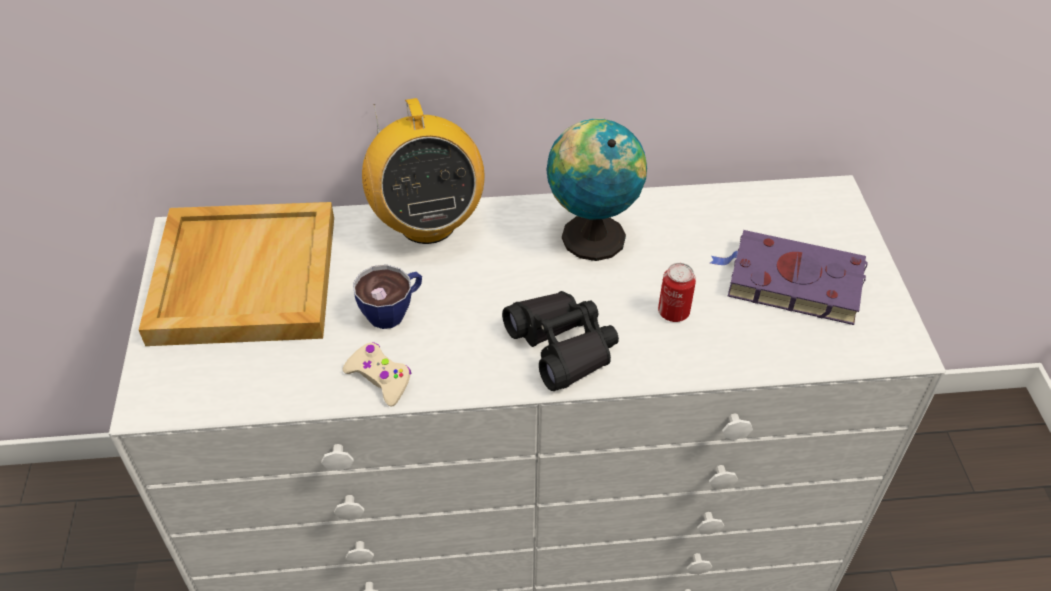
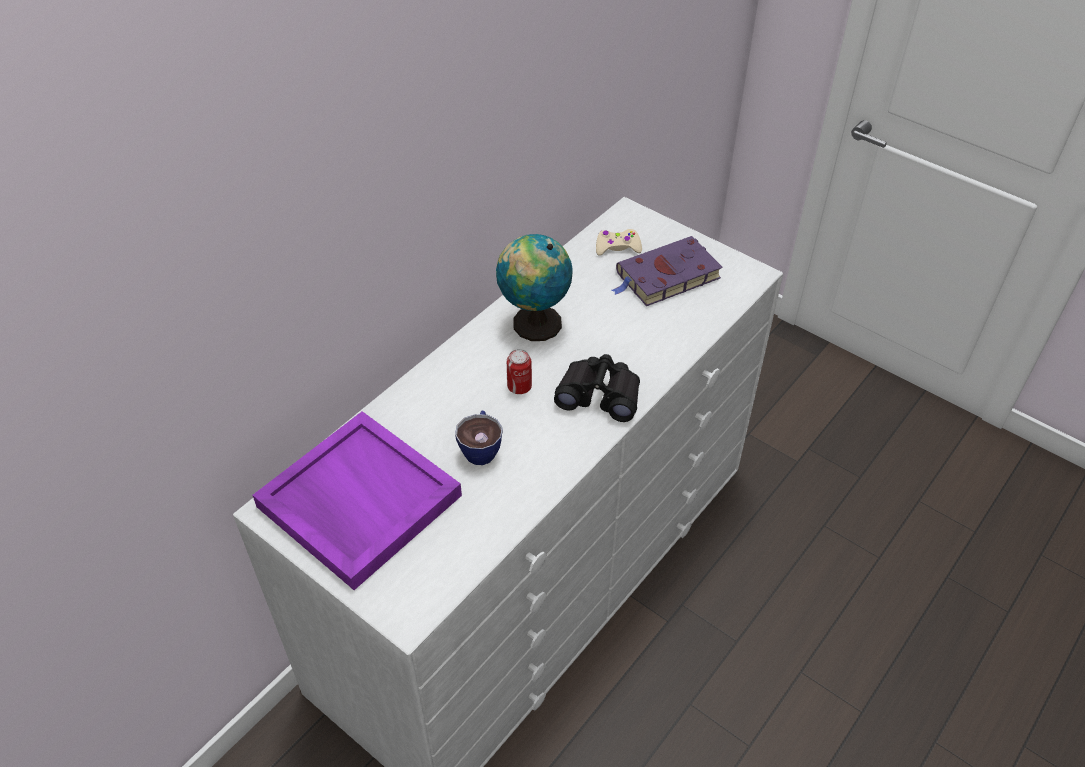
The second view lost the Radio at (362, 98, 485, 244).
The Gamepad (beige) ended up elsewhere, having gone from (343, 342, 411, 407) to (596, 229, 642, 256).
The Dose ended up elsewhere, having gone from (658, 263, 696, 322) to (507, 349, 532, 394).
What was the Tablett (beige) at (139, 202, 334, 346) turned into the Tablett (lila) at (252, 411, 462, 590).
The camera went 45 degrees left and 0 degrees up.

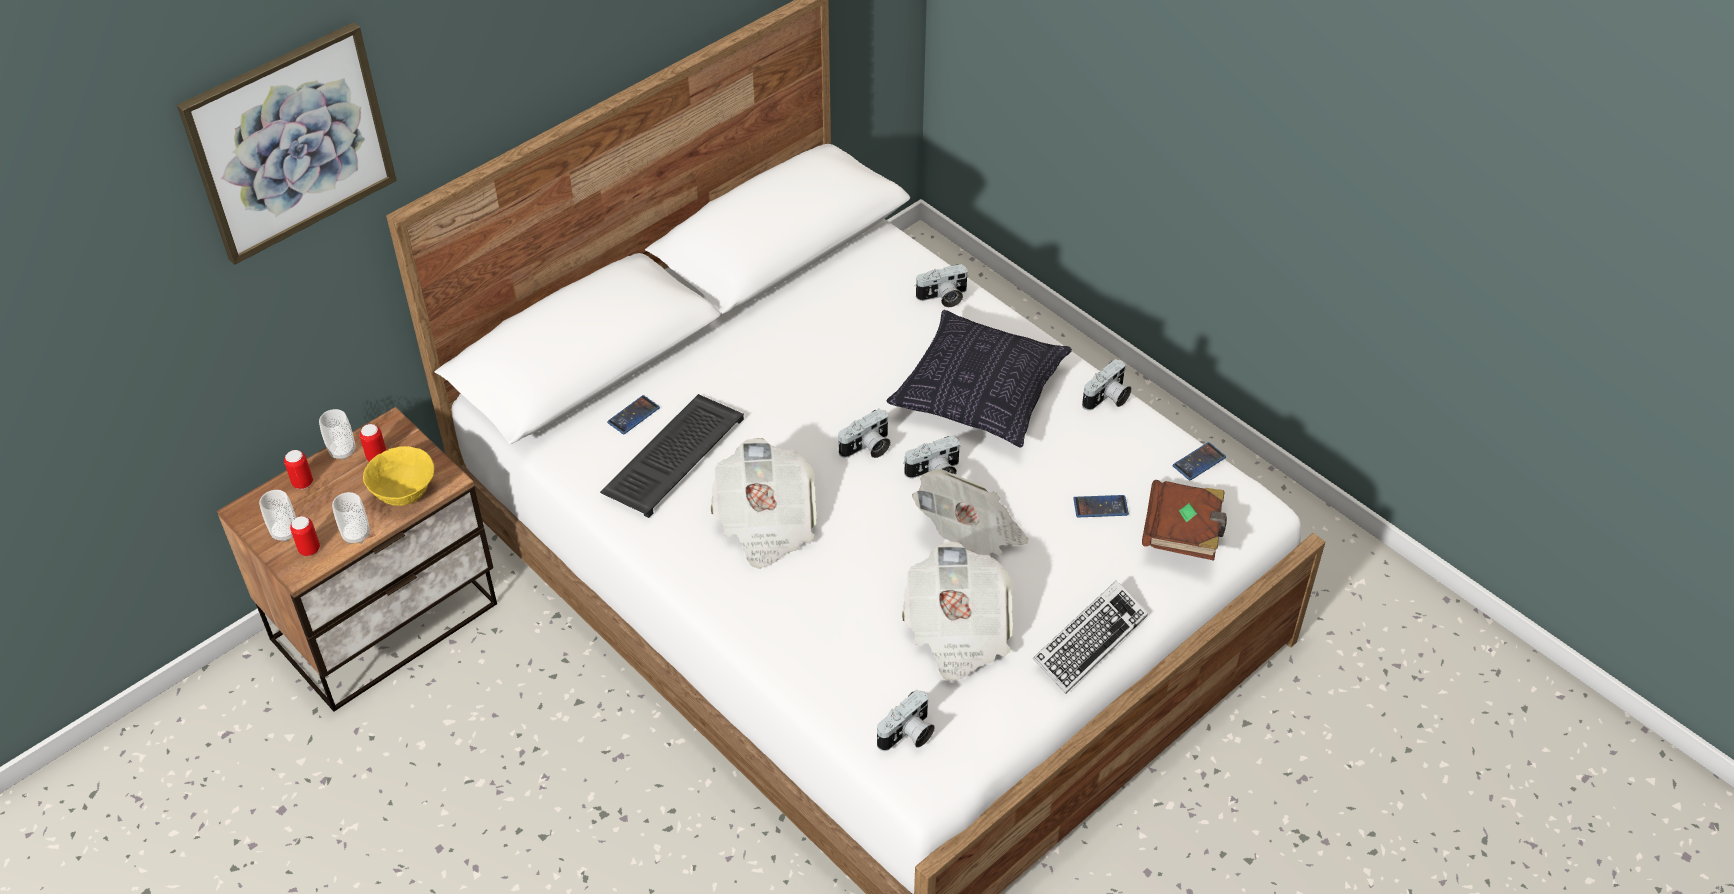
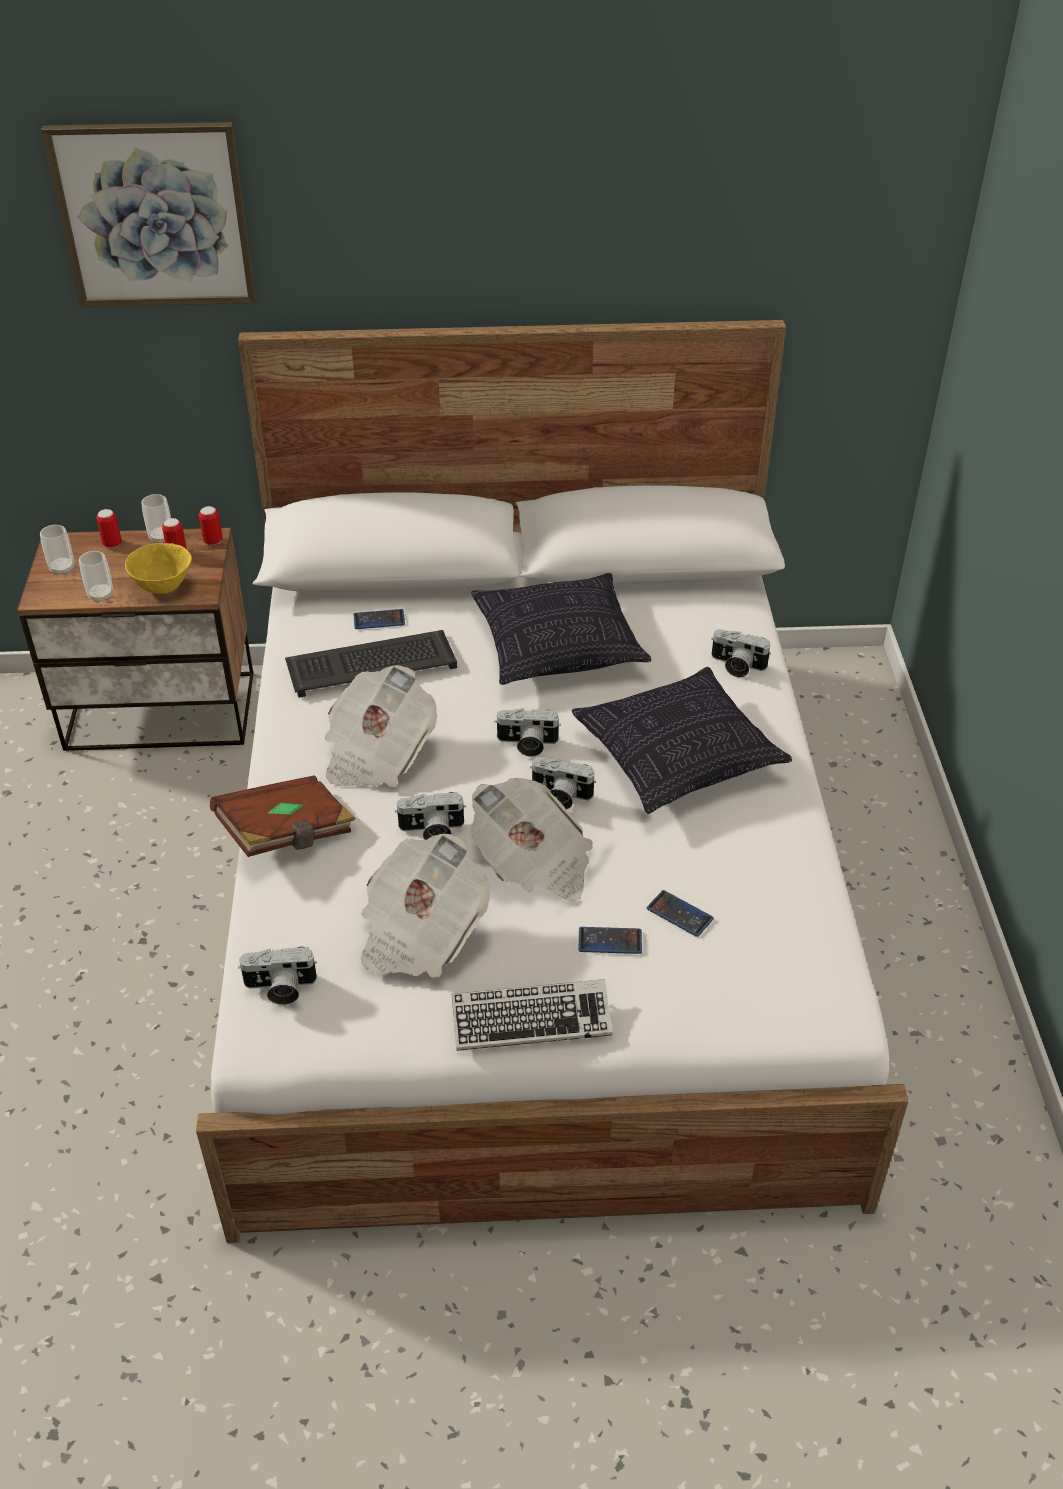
The second view gained the Kissen at (471, 573, 651, 685).
The Dose ended up elsewhere, having gone from (290, 516, 320, 556) to (199, 506, 223, 545).
The Kamera ended up elsewhere, having gone from (1082, 359, 1132, 411) to (395, 792, 466, 840).
The Buch (braun) ended up elsewhere, having gone from (1142, 480, 1227, 561) to (210, 775, 355, 857).
The Handy ended up elsewhere, having gone from (1173, 442, 1226, 480) to (579, 927, 642, 954).
The camera went 40 degrees right and 5 degrees down.

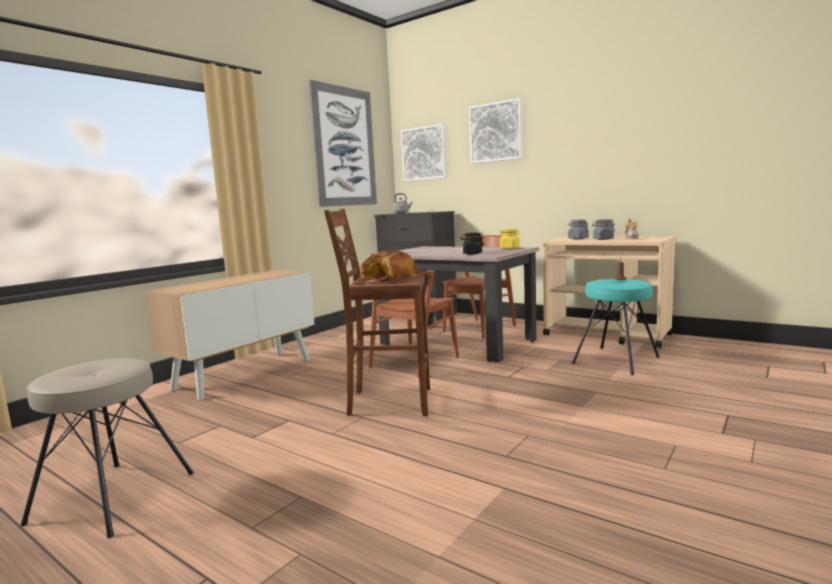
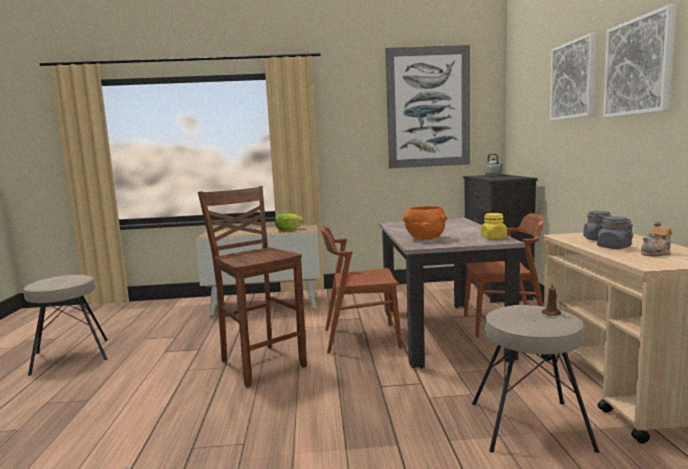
The second view lost the Brot at (360, 251, 416, 282).
The second view gained the Salatkopf at (275, 213, 303, 231).
The Bild ended up elsewhere, having gone from (401, 124, 447, 181) to (603, 4, 676, 118).
Where the Vorratsglas (schwarz) stood at (460, 232, 484, 254), the Schüssel (orange) came to stand at (403, 206, 447, 240).
What was the Hocker (türkis) at (572, 279, 660, 375) turned into the Hocker (beige) at (472, 305, 599, 453).
The camera went 50 degrees right and 0 degrees up.

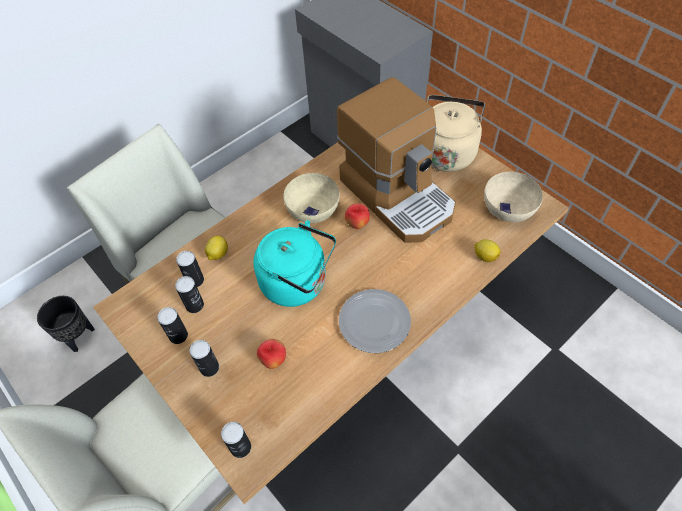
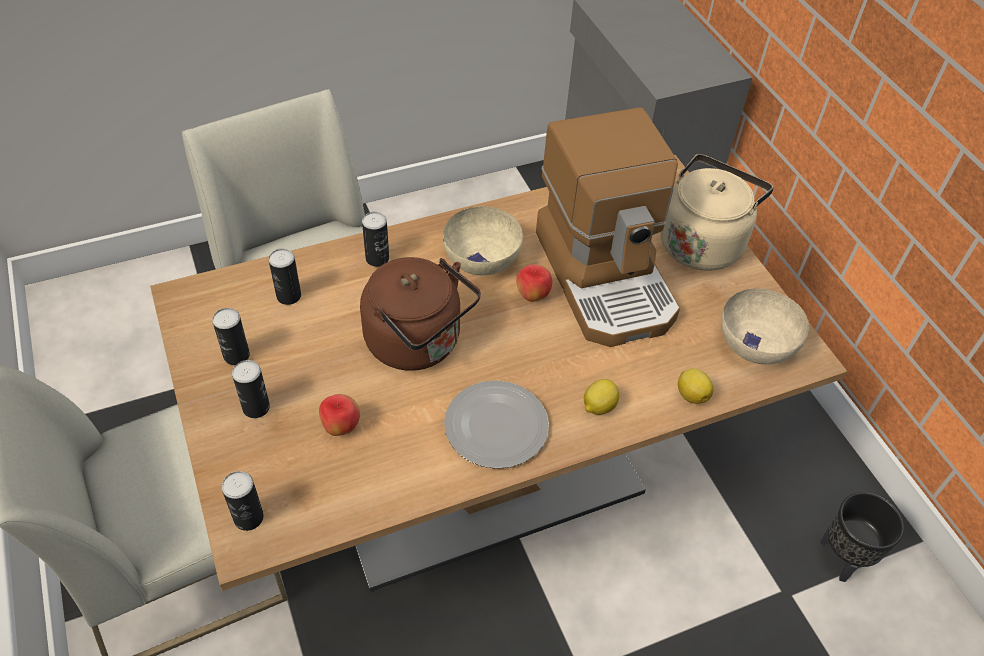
The Pflanzkübel (schwarz) ended up elsewhere, having gone from (37, 296, 95, 352) to (820, 492, 904, 582).
The Dose ended up elsewhere, having gone from (175, 276, 204, 313) to (362, 212, 389, 267).
The Zitrone ended up elsewhere, having gone from (205, 236, 228, 260) to (584, 379, 619, 415).
What was the Wasserkessel (türkis) at (253, 220, 336, 307) turned into the Wasserkessel (braun) at (360, 257, 481, 371).
The camera went 15 degrees right and 5 degrees down.

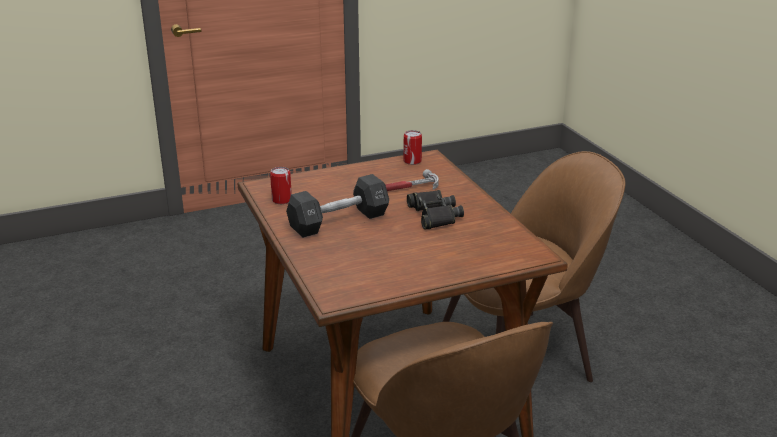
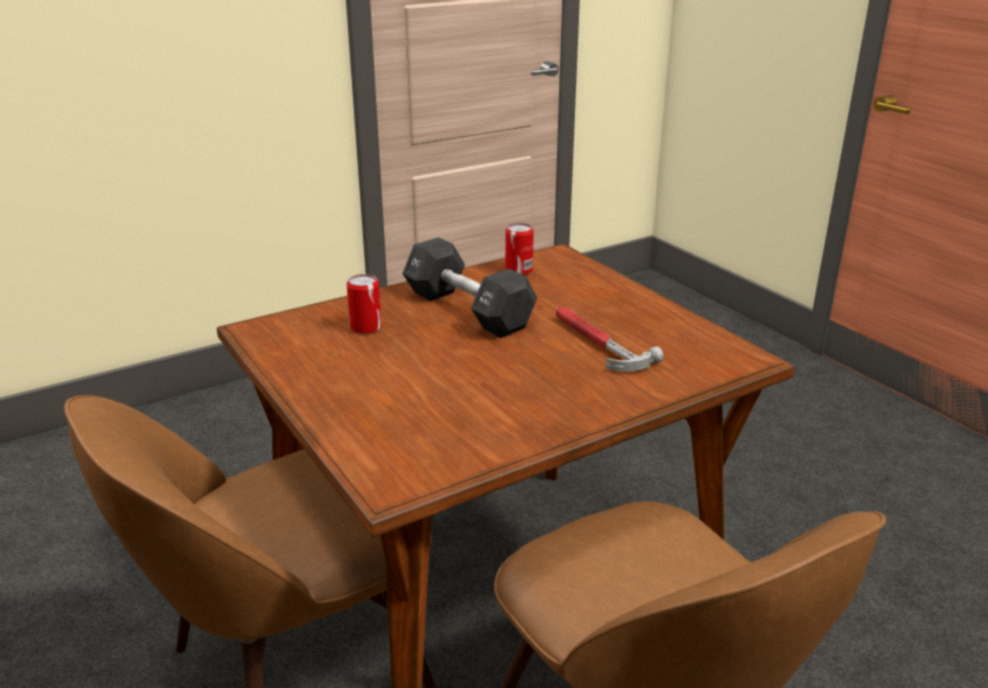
The second view lost the Fernglas (schwarz) at (407, 190, 464, 230).
The Dose ended up elsewhere, having gone from (403, 130, 422, 165) to (347, 274, 382, 334).
The camera went 80 degrees right and 0 degrees up.

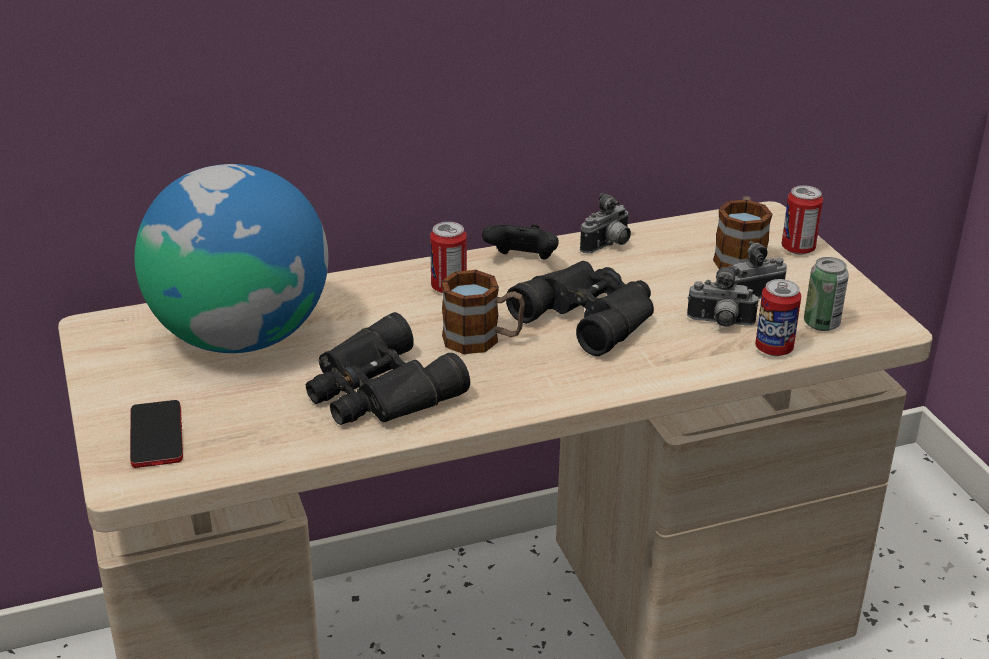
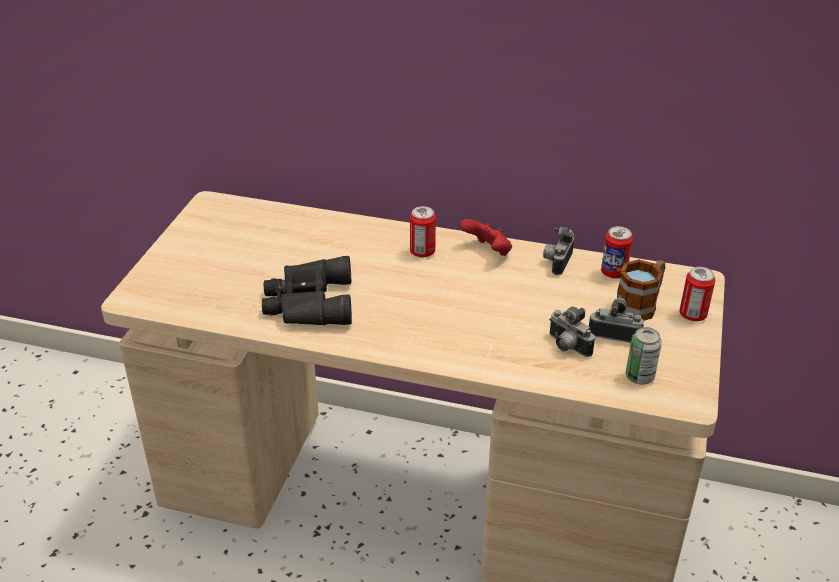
The second view lost the Handy at (130, 400, 183, 468).
The second view lost the Globus at (135, 164, 328, 353).
The second view lost the Henkelbecher at (442, 270, 525, 354).
The second view lost the Fernglas (schwarz) at (506, 261, 654, 356).
The Dose ended up elsewhere, having gone from (755, 279, 801, 356) to (601, 226, 633, 279).
What was the Gamepad (schwarz) at (482, 224, 559, 260) turned into the Gamepad (rot) at (460, 219, 512, 256).
The Kamera at (580, 193, 631, 253) ended up facing another way, 120 degrees clockwise from before.
The camera went 35 degrees right and 5 degrees up.

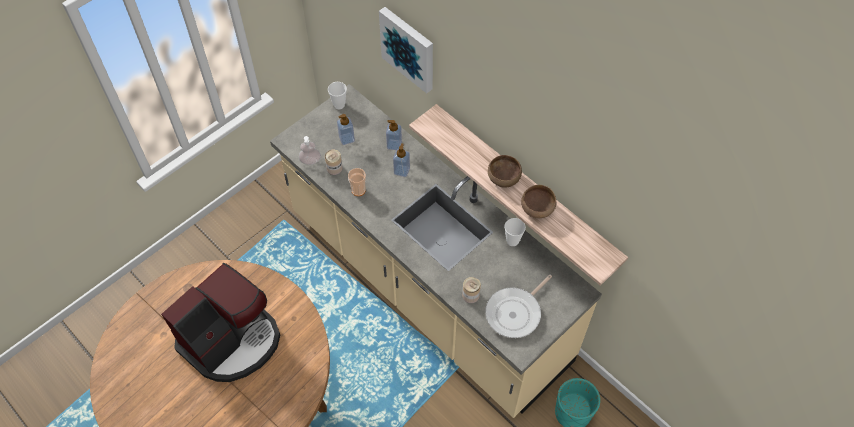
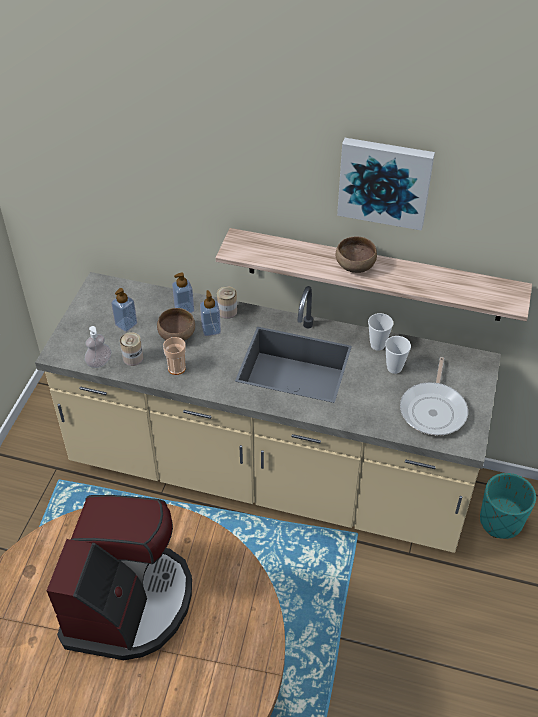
The Tasse ended up elsewhere, having gone from (328, 82, 347, 109) to (385, 336, 411, 374).
The Bild ended up elsewhere, having gone from (379, 7, 433, 93) to (337, 138, 435, 231).
The Dose ended up elsewhere, having gone from (462, 277, 481, 303) to (217, 286, 237, 319).
The Schüssel (braun) ended up elsewhere, having gone from (521, 185, 556, 218) to (157, 308, 195, 341).
The camera went 30 degrees left and 10 degrees down.

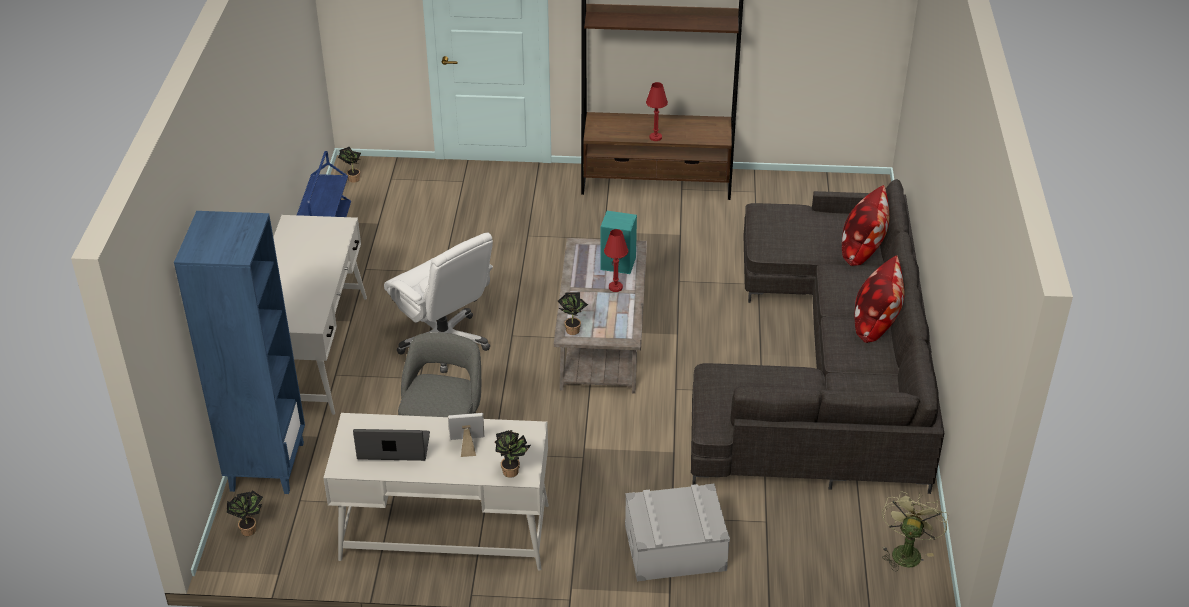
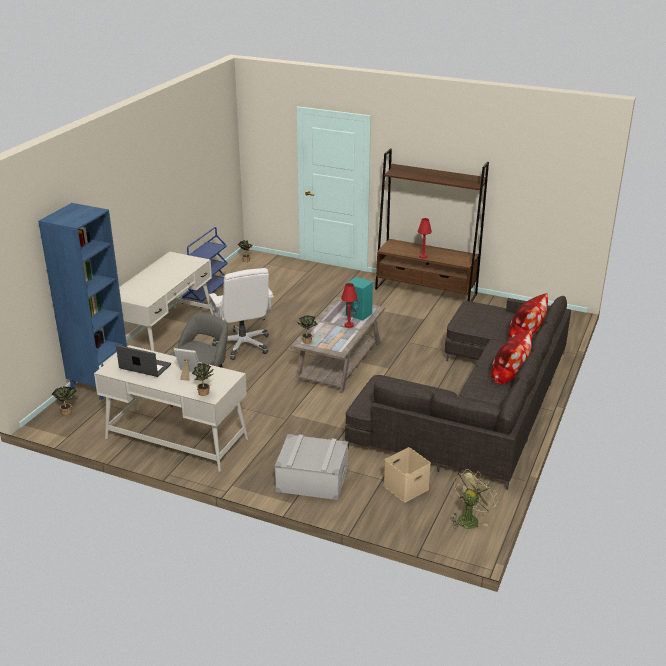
The second view gained the Aufbewahrungsbox (beige) at (384, 447, 431, 502).
The camera went 20 degrees right and 10 degrees down.

